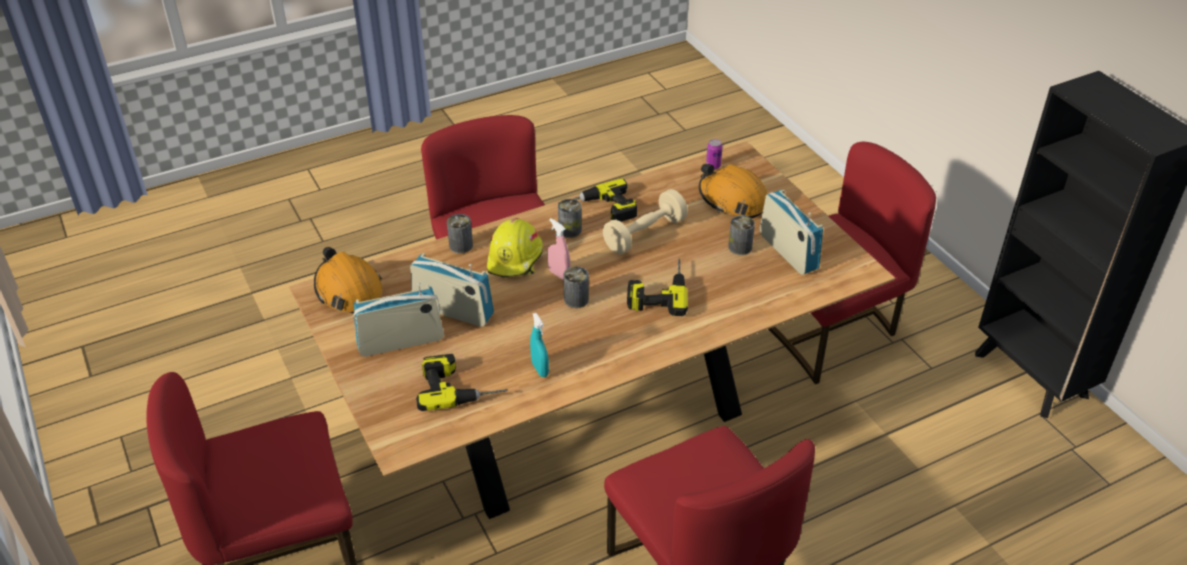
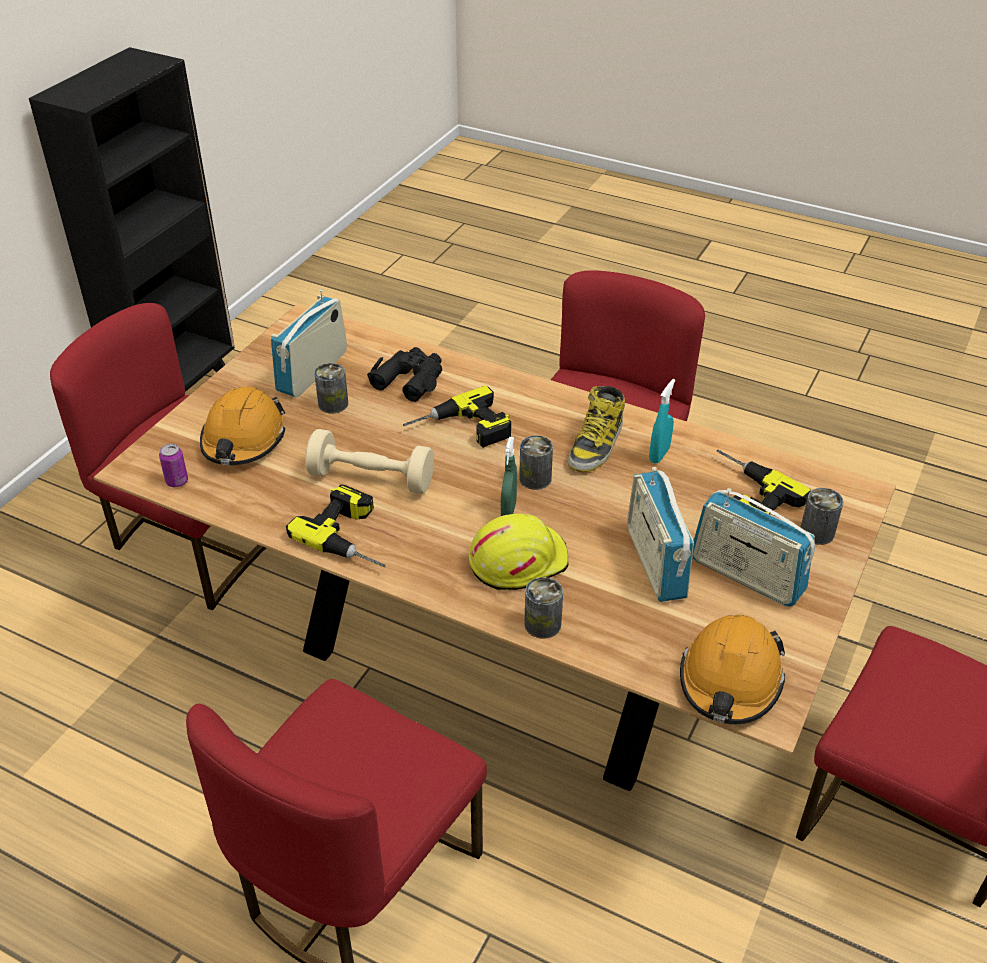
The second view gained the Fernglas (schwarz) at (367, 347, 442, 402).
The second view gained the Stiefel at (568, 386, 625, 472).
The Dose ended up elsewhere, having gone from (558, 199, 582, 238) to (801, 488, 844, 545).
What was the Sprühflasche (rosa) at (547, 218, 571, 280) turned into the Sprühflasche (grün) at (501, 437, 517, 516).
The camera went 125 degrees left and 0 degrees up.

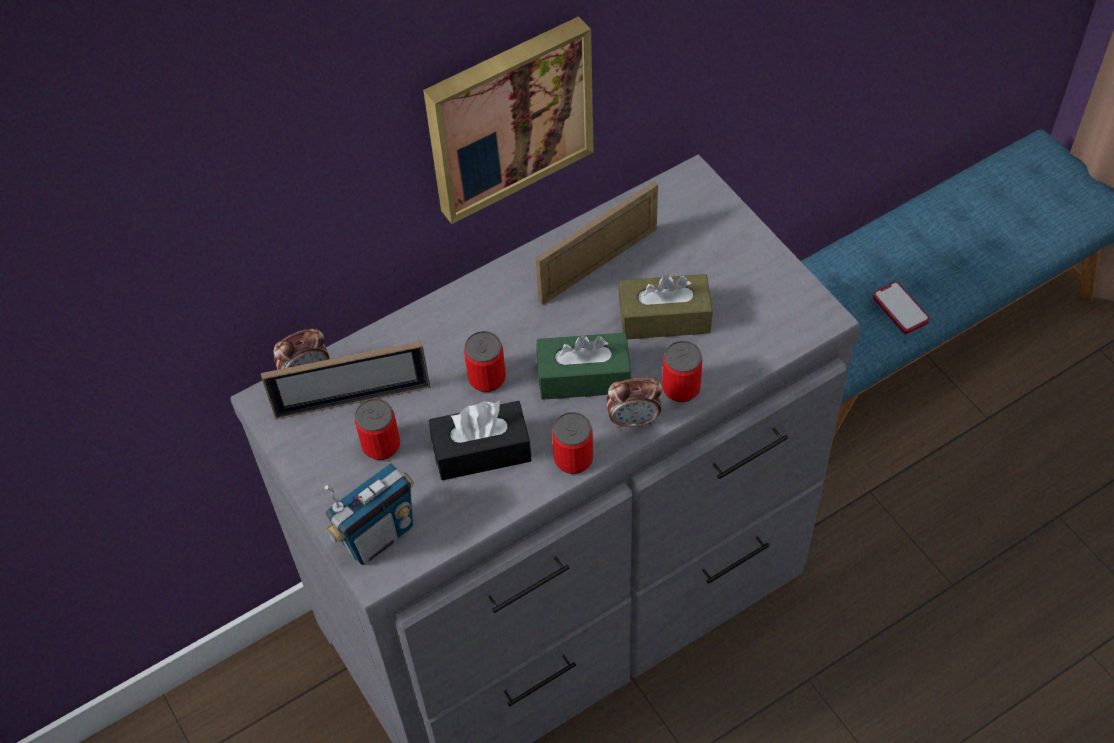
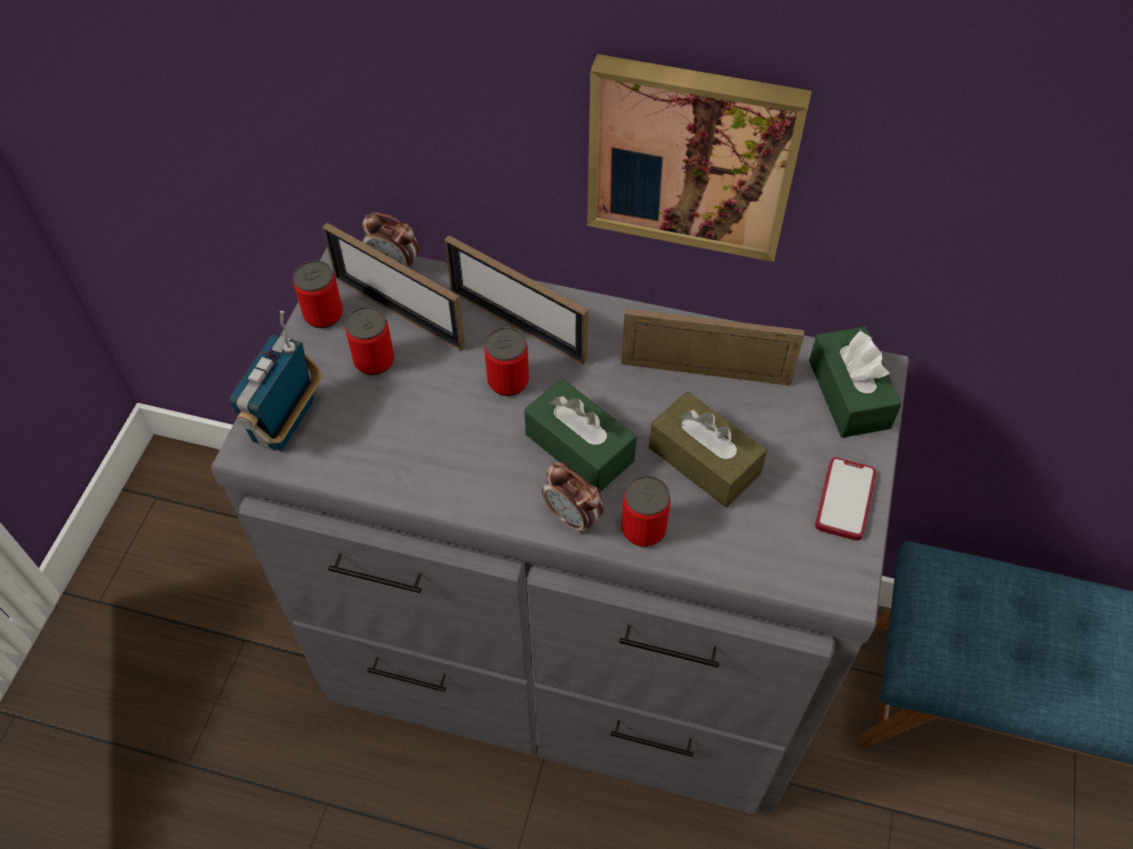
The second view lost the Taschentuchbox (schwarz) at (429, 400, 532, 480).
The second view gained the Bilderrahmen at (445, 235, 588, 365).
The second view gained the Taschentuchbox (grün) at (809, 326, 902, 438).
The Dose ended up elsewhere, having gone from (552, 412, 593, 474) to (293, 260, 343, 328).
The Handy ended up elsewhere, having gone from (872, 282, 930, 334) to (815, 457, 876, 541).
The Radio at (324, 463, 414, 565) ended up facing another way, 105 degrees clockwise from before.
The camera went 45 degrees right and 0 degrees up.

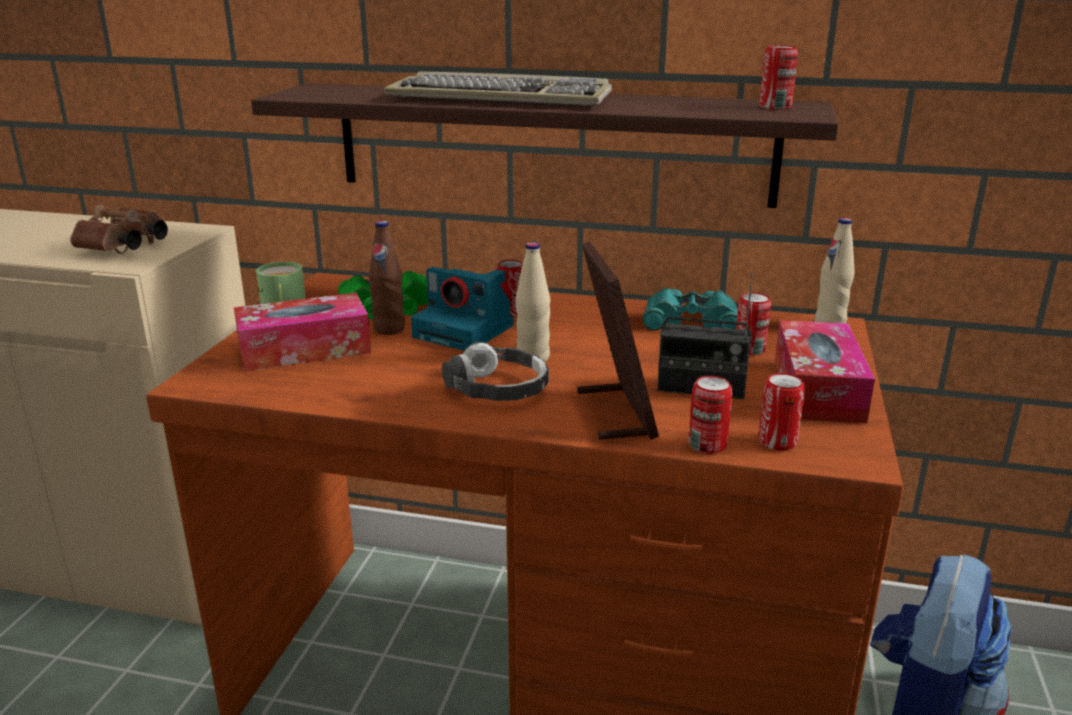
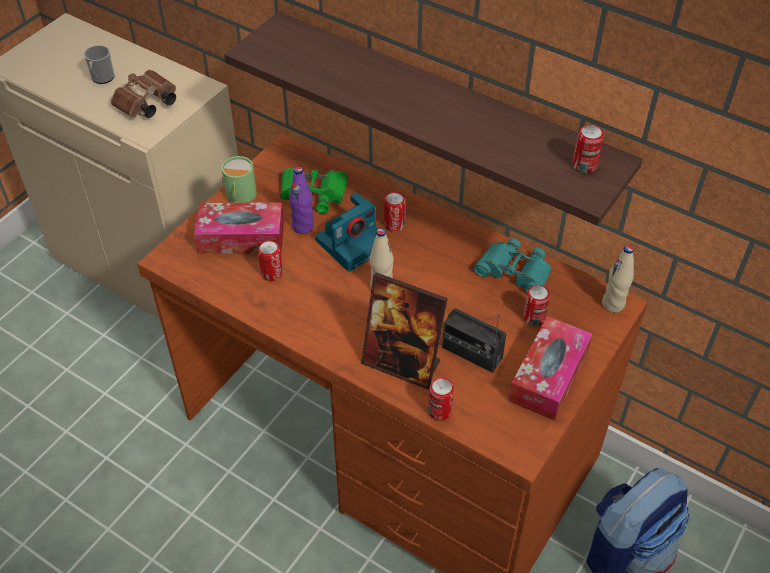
The second view lost the Tastatur at (384, 71, 612, 106).
The second view lost the Kopfhörer at (442, 341, 549, 401).
The second view gained the Henkelbecher at (84, 45, 115, 84).
The Dose ended up elsewhere, having gone from (759, 373, 805, 450) to (258, 240, 283, 281).
What was the Flasche (braun) at (369, 221, 405, 335) turned into the Flasche (lila) at (289, 167, 314, 234).
The Kamera at (411, 267, 513, 351) ended up facing another way, 90 degrees counterclockwise from before.
The Bilderrahmen at (577, 242, 659, 440) ended up facing another way, 105 degrees clockwise from before.
The camera went 20 degrees right and 25 degrees up.

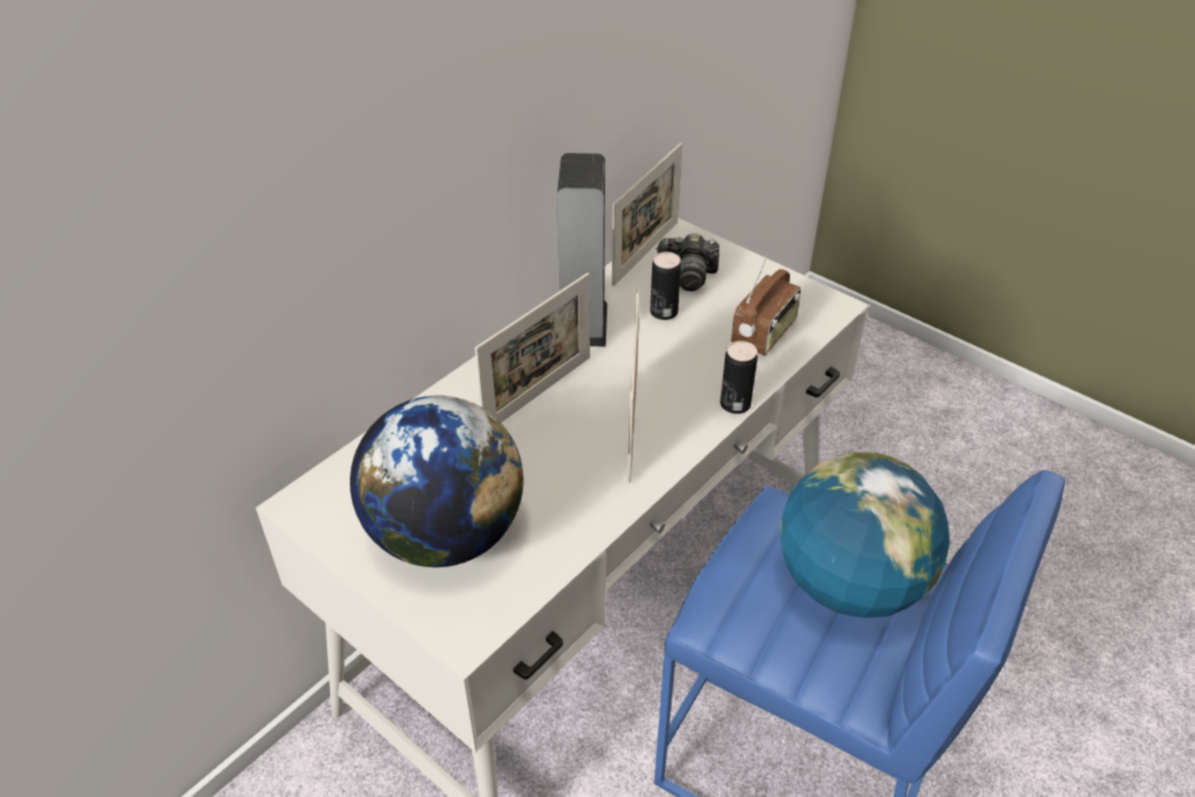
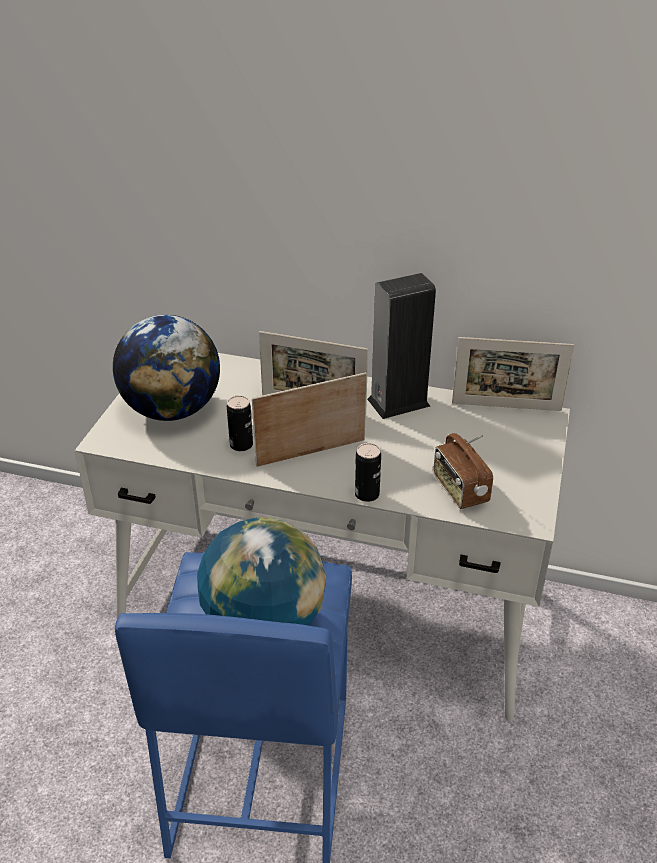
The second view lost the Kamera at (655, 233, 719, 291).
The Dose ended up elsewhere, having gone from (650, 252, 681, 320) to (227, 395, 253, 451).
The Radio at (731, 252, 801, 356) ended up facing another way, 60 degrees clockwise from before.
The camera went 65 degrees right and 5 degrees down.

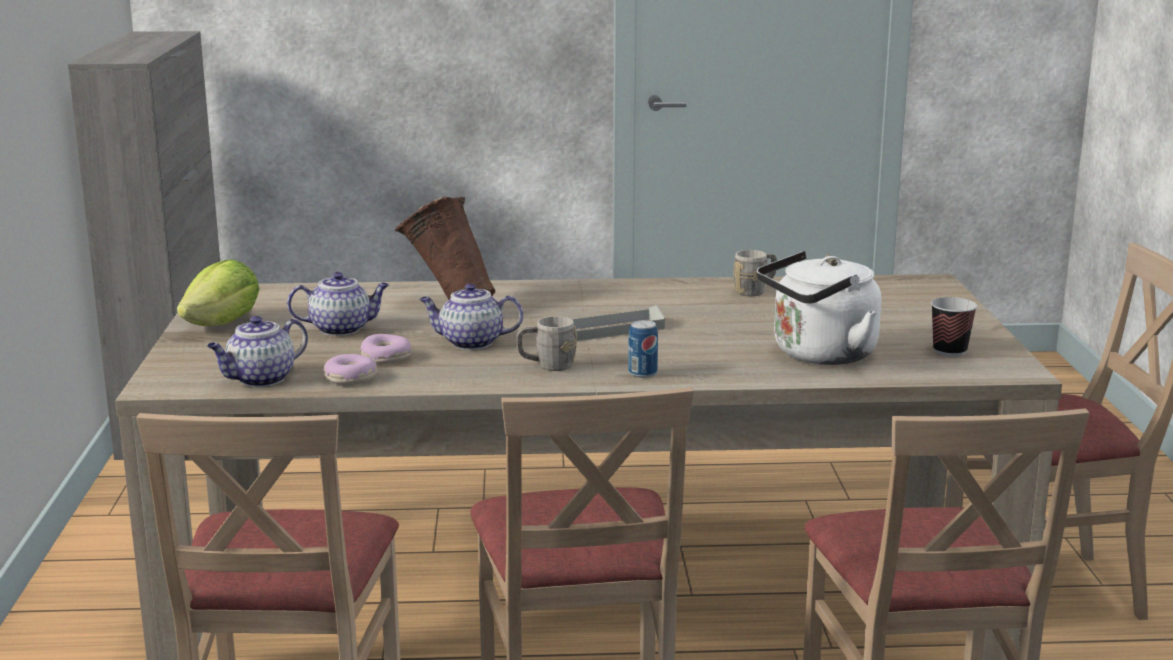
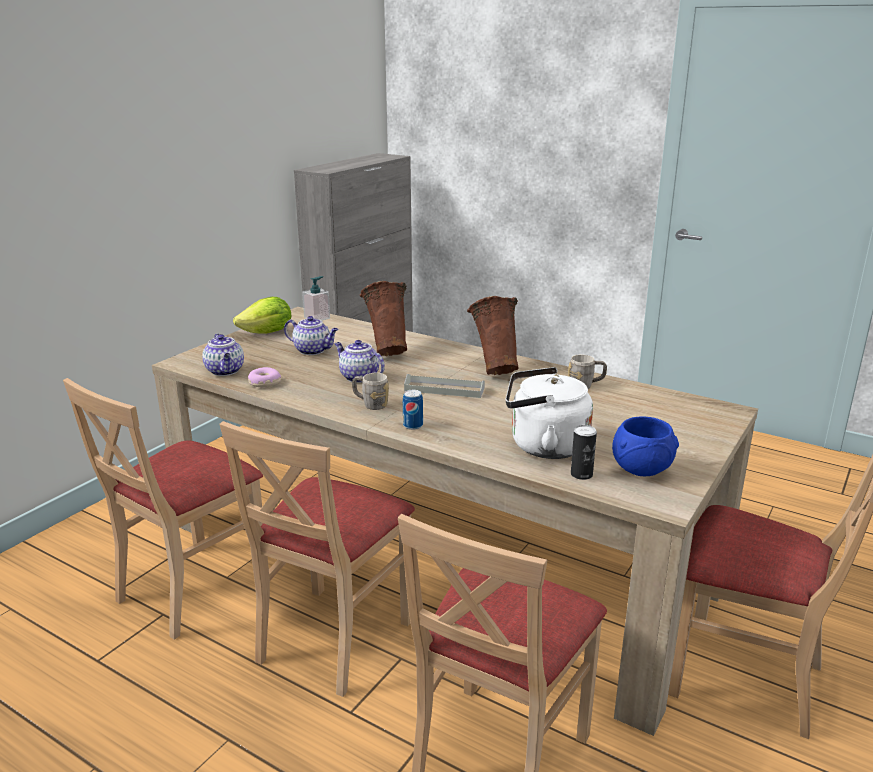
The second view lost the Donut at (360, 334, 411, 365).
The second view gained the Seifenspender at (302, 276, 330, 321).
The second view gained the Vase (braun) at (467, 296, 518, 375).
The second view gained the Dose at (571, 425, 597, 480).
Where the Tasse stood at (931, 297, 977, 357), the Schüssel (blau) came to stand at (612, 417, 679, 476).
The Teekanne at (207, 316, 308, 387) ended up facing another way, 105 degrees counterclockwise from before.
The camera went 35 degrees right and 5 degrees up.

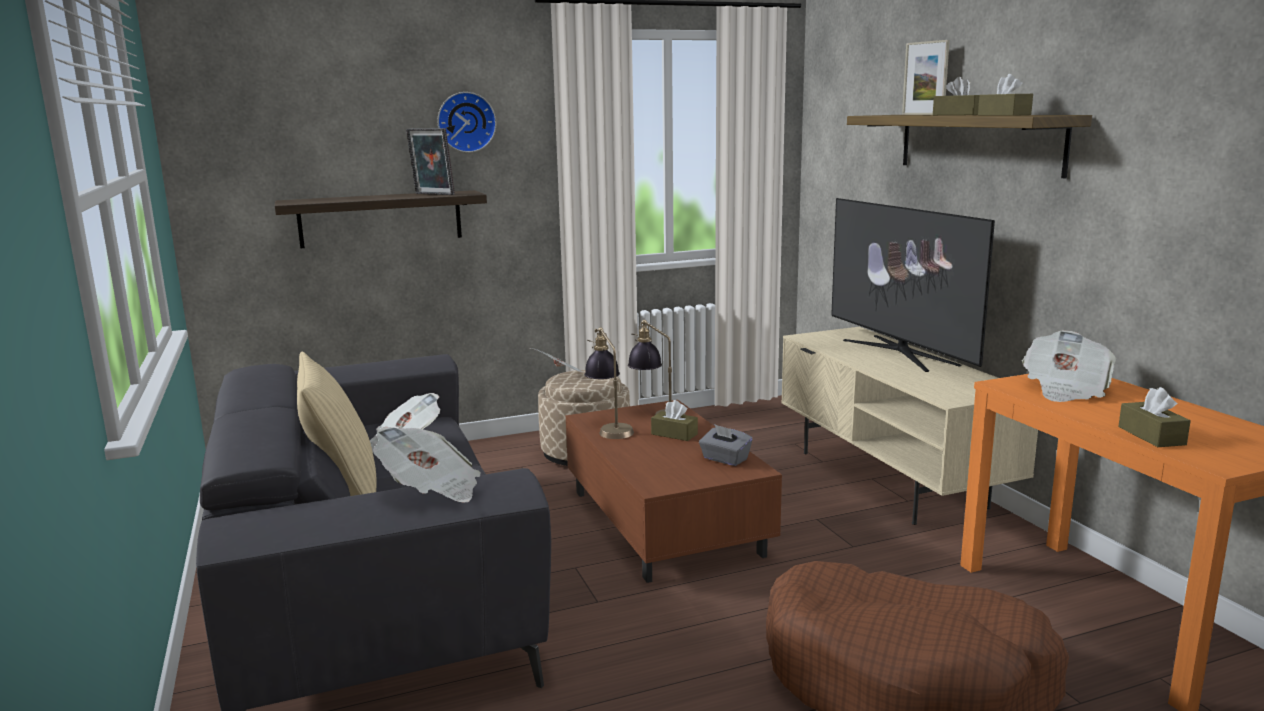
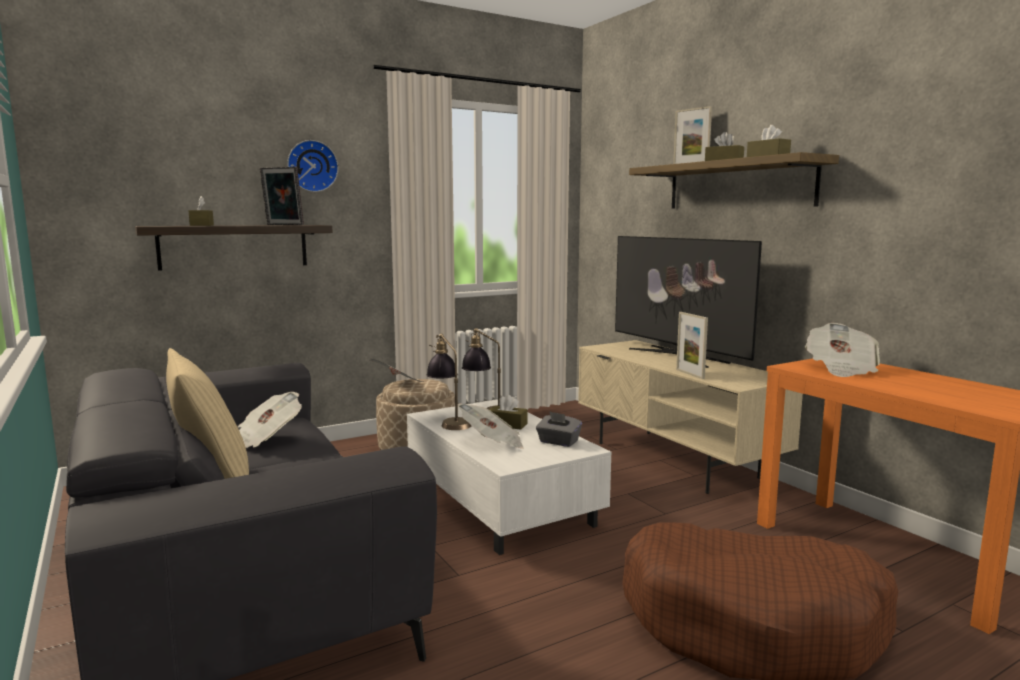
The second view gained the Bilderrahmen at (676, 312, 708, 379).
The Zeitung ended up elsewhere, having gone from (373, 427, 481, 503) to (458, 403, 524, 449).
The Taschentuchbox (braun) ended up elsewhere, having gone from (1118, 387, 1191, 447) to (189, 196, 214, 226).
What was the Couchtisch (braun) at (566, 400, 782, 583) turned into the Couchtisch (weiß) at (407, 400, 611, 555).
The camera went 10 degrees left and 5 degrees down.

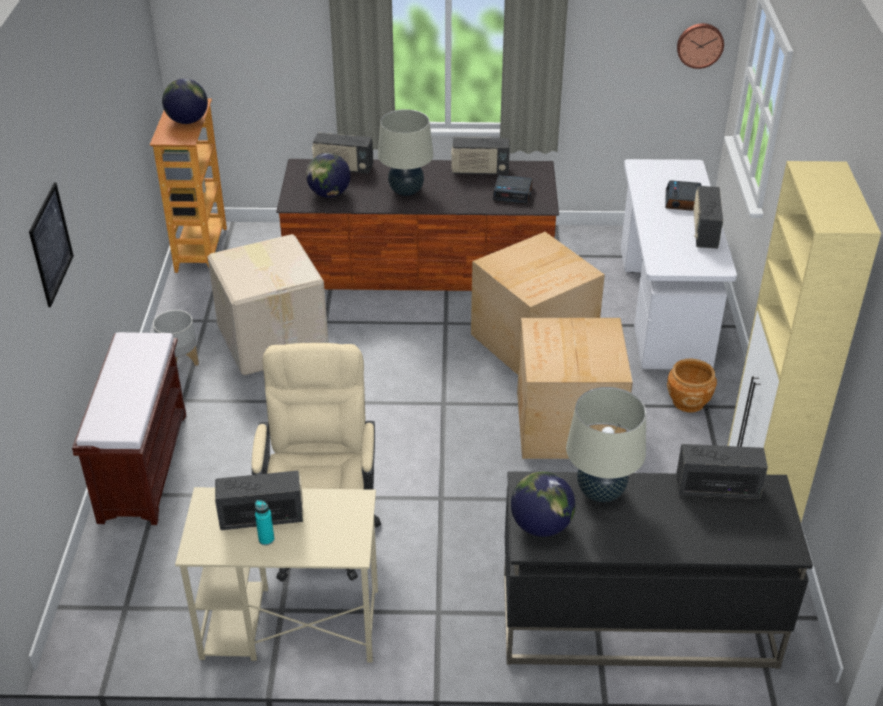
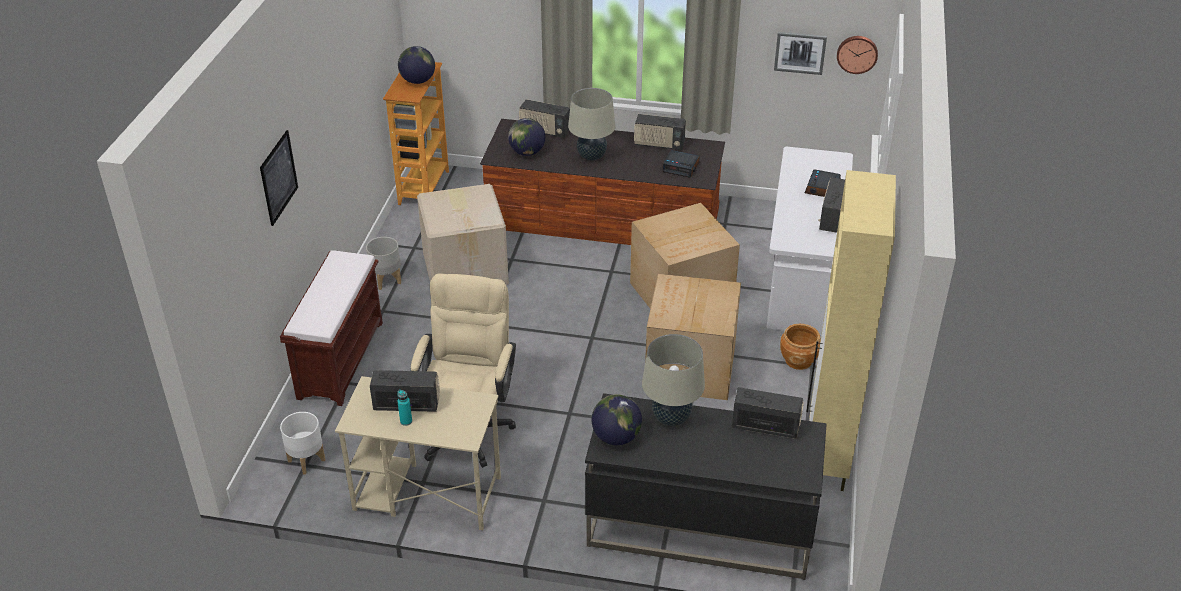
The second view gained the Pflanzkübel (weiß) at (280, 412, 325, 474).
The second view gained the Bild at (774, 32, 827, 75).
The camera went 10 degrees right and 0 degrees up.

